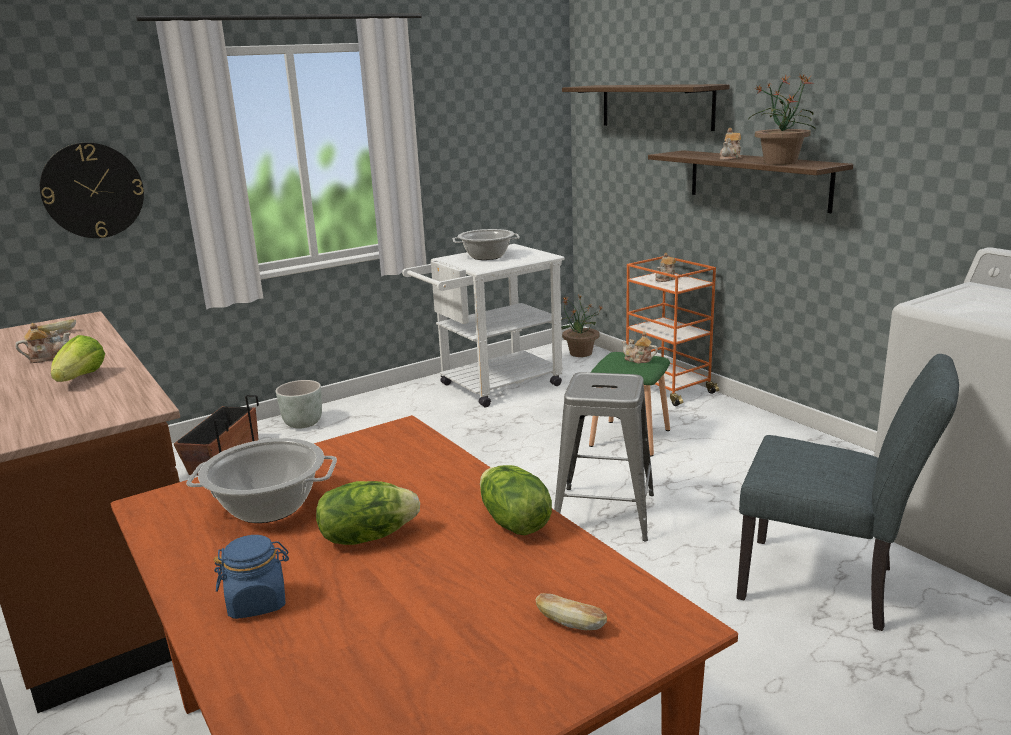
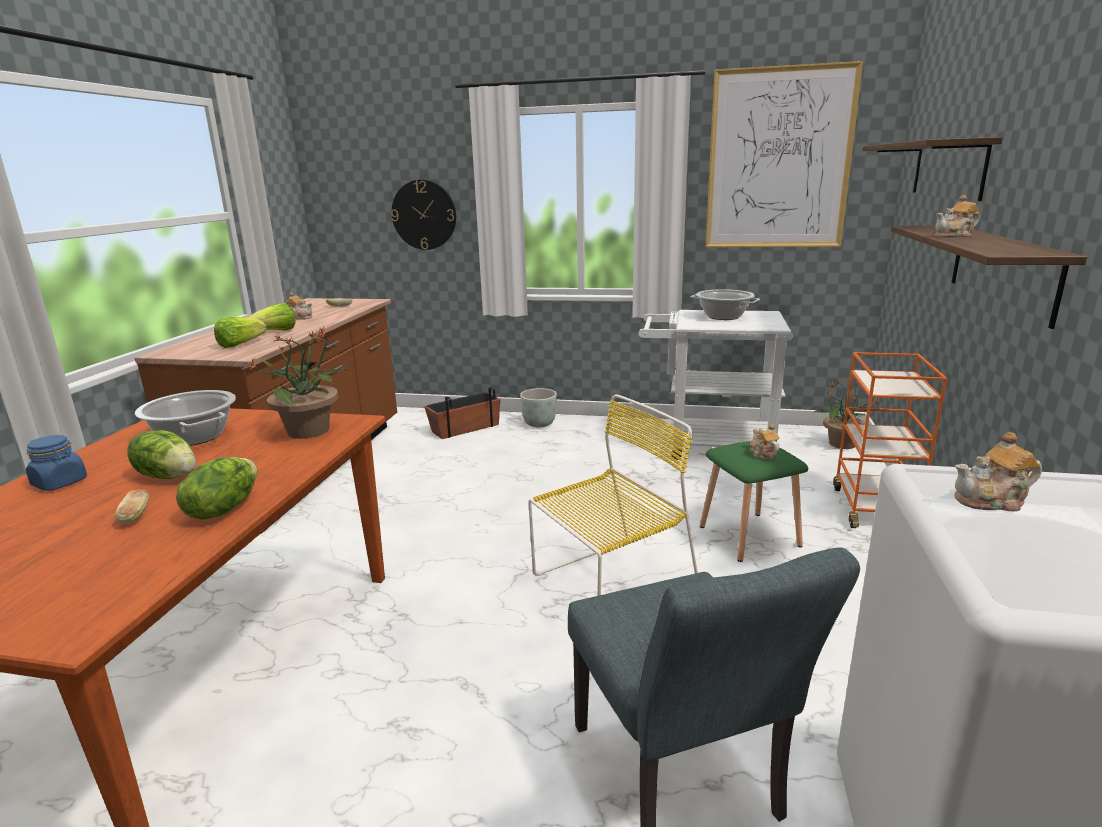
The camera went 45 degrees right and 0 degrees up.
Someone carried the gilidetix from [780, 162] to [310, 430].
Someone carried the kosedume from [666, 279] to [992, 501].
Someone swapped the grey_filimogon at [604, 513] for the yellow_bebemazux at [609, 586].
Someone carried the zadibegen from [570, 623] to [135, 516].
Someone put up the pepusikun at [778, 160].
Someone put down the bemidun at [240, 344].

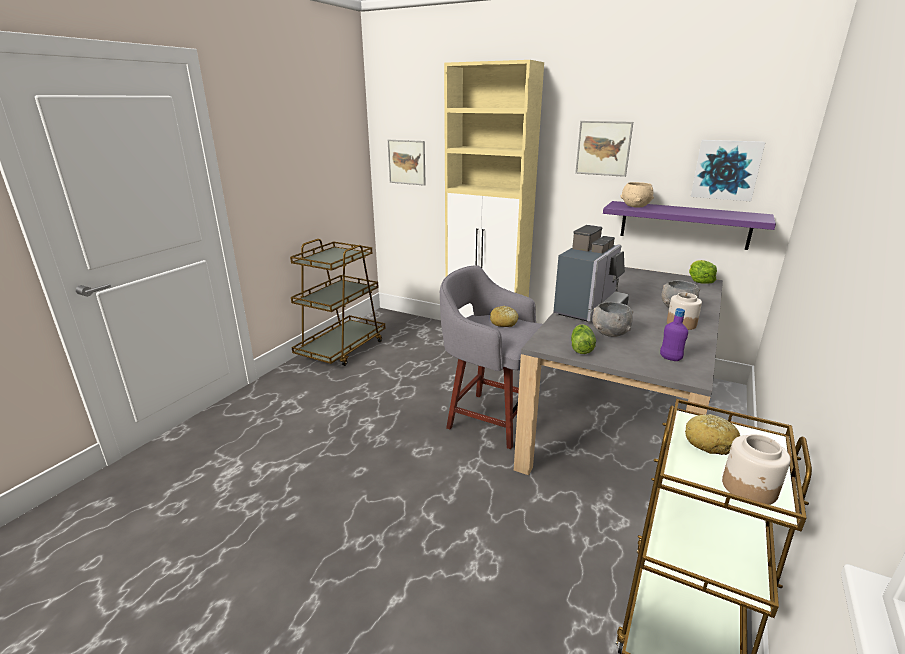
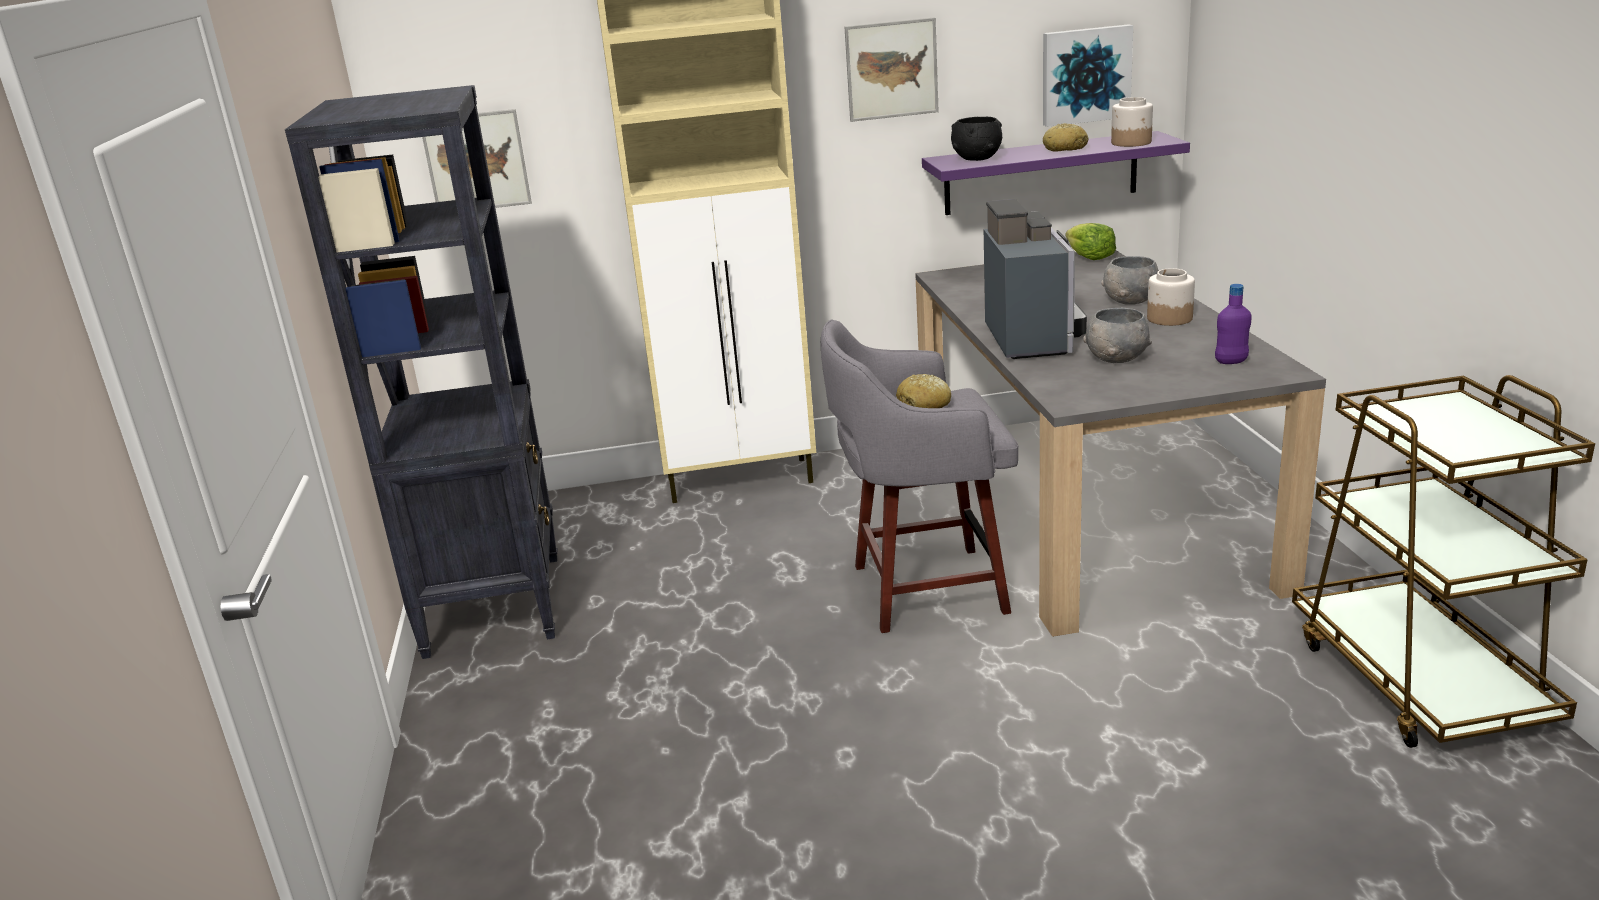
The camera went 35 degrees left and 0 degrees up.
Someone repainted the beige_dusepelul at [635, 206], which became the black_dusepelul at [976, 158].
Someone swapped the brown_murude at [342, 349] for the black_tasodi at [494, 604].
Someone took away the bemidun at [581, 347].
Someone carried the zadibegen from [710, 443] to [1065, 148].
Someone carried the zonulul from [749, 488] to [1131, 143].

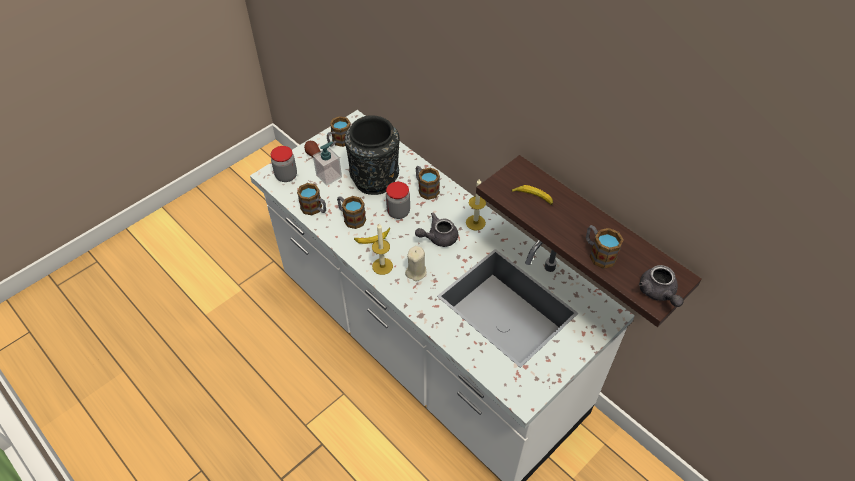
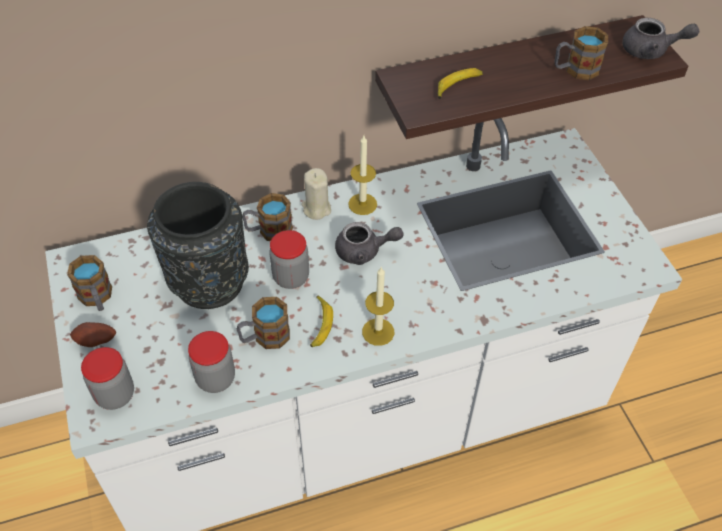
The camera went 65 degrees left and 0 degrees up.
Someone took away the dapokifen at [329, 176].
Someone swapped the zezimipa at [315, 209] for the zonulul at [215, 378].
Someone rotated the grey_kosedume at [438, 237] by 90 degrees counterclockwise.
Someone carried the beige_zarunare from [416, 272] to [316, 208].

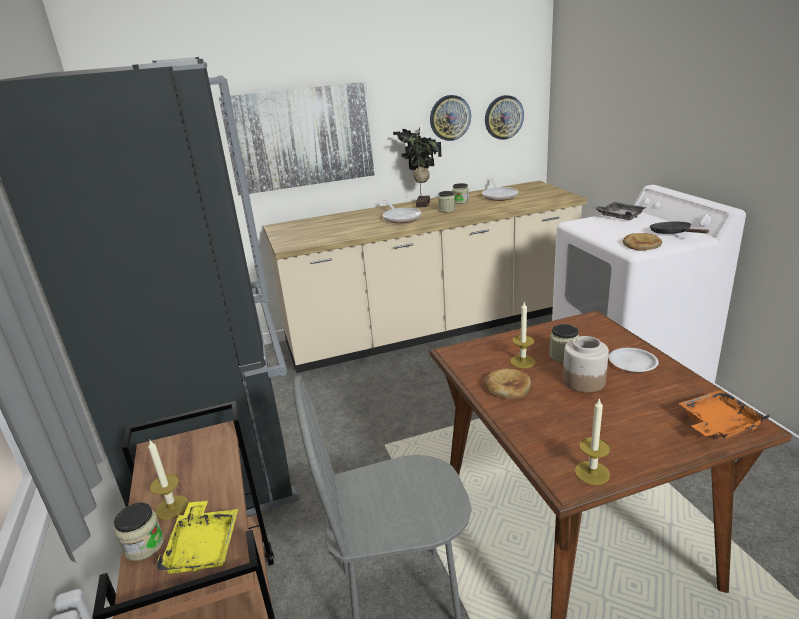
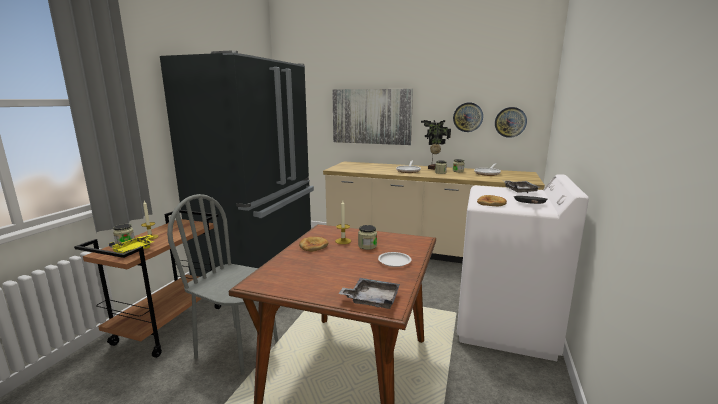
The camera went 35 degrees right and 10 degrees down.
Someone took away the zonulul at [583, 381].
Someone repainted the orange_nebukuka at [717, 424], which became the grey_nebukuka at [372, 299].
Someone took away the zarunare at [592, 473].

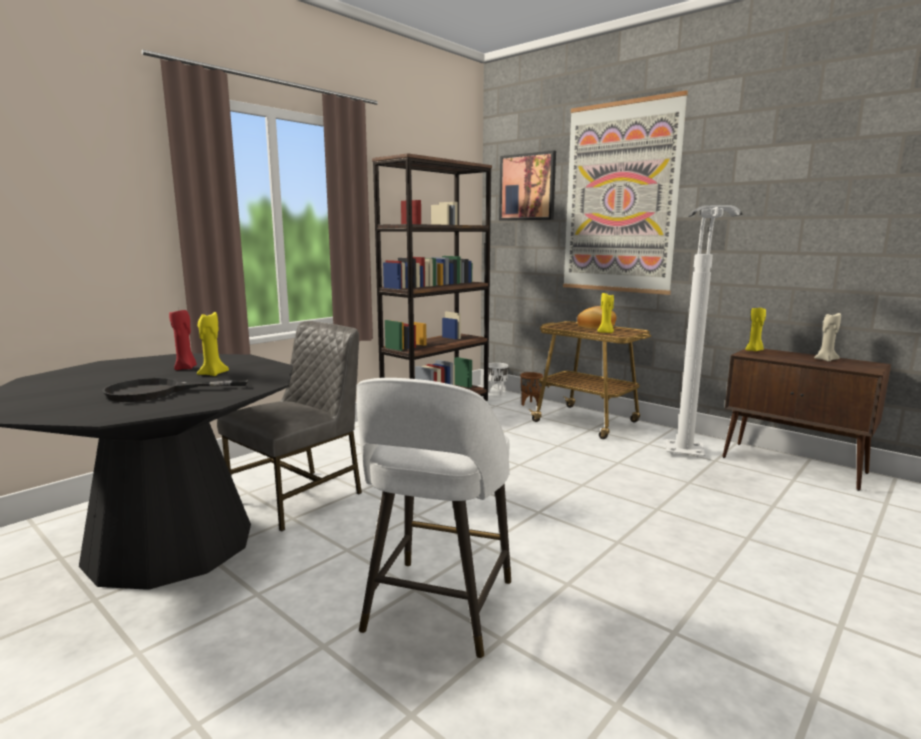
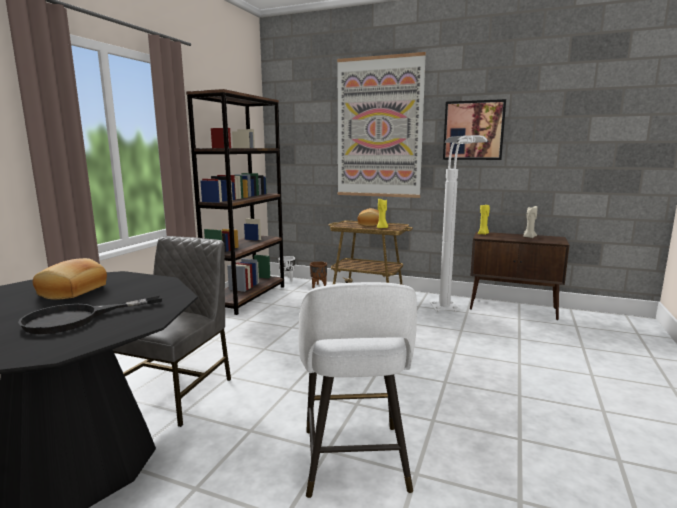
The camera went 20 degrees left and 0 degrees up.
Someone carried the pepusikun from [527, 187] to [473, 130].
Someone swapped the red_zarunare at [186, 368] for the zadibegen at [74, 291].
Someone took away the yellow_zarunare at [212, 374].

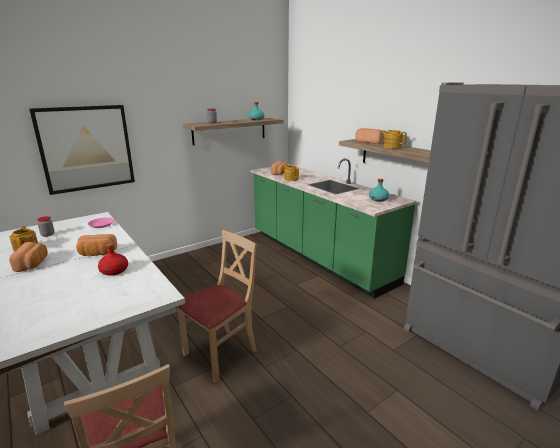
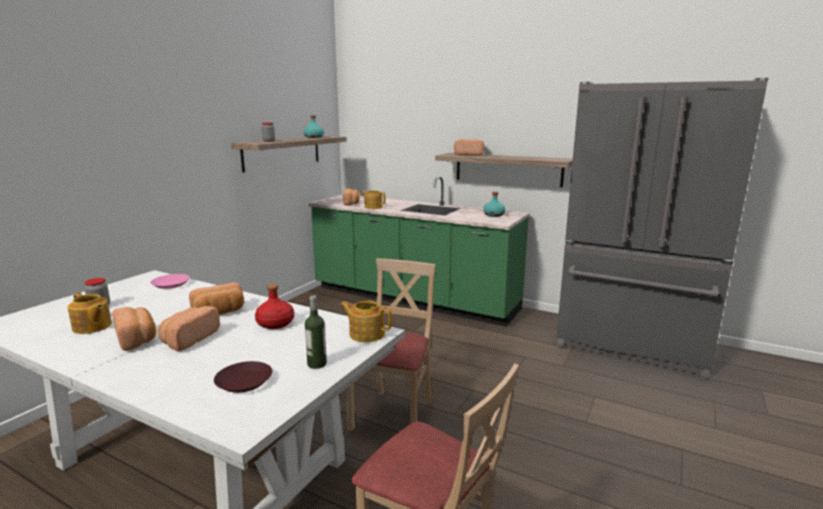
The camera went 25 degrees left and 5 degrees down.
Someone took away the pepusikun at [86, 148].
Someone carried the kosedume from [392, 147] to [366, 334].
Someone put down the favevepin at [317, 364].
Someone put down the zadibegen at [189, 339].
Someone put down the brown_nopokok at [243, 381].

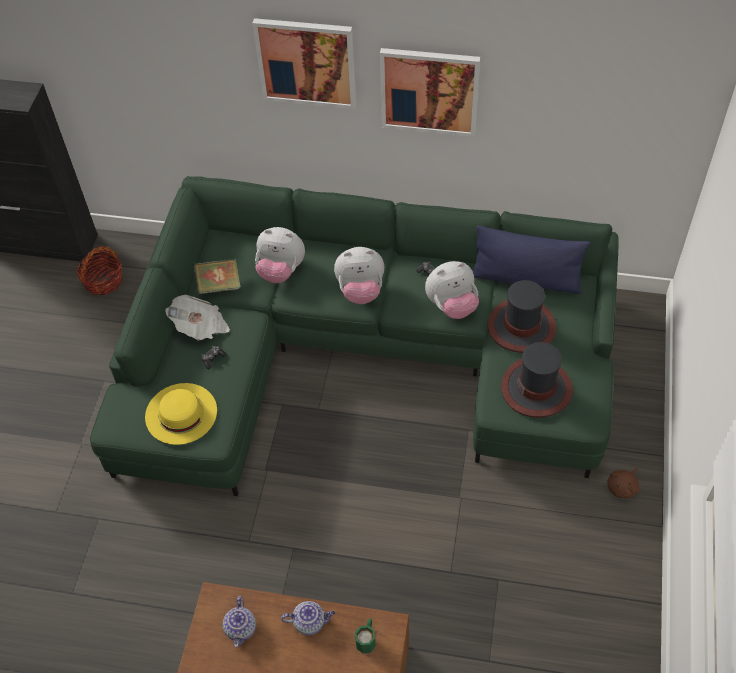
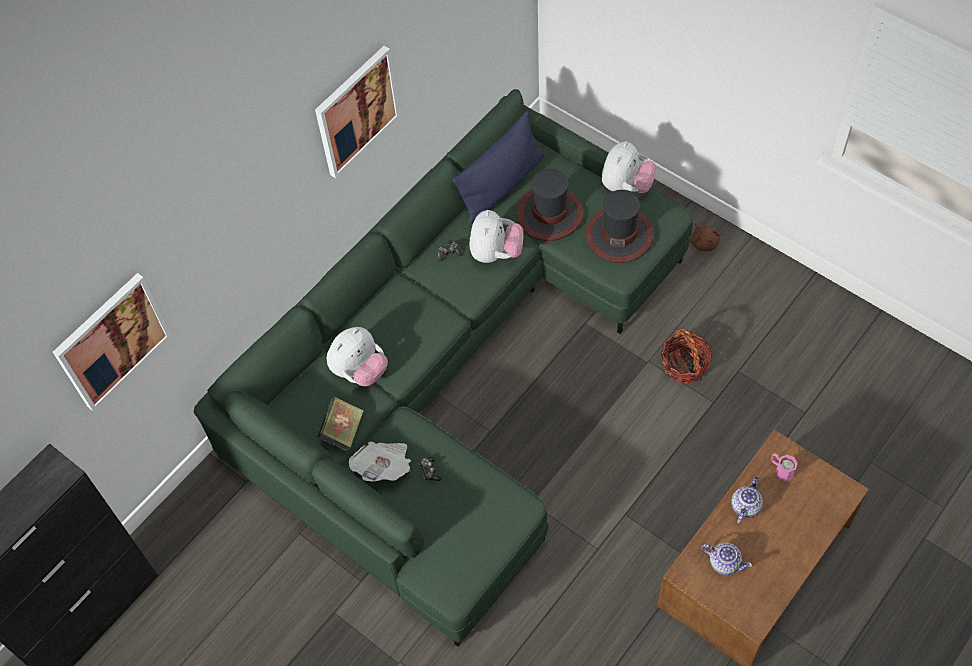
The camera went 60 degrees left and 5 degrees up.
Someone carried the pepusikun from [306, 62] to [112, 341].
Someone carried the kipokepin from [103, 281] to [685, 365].
Someone carried the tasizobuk from [360, 291] to [626, 185].
Someone took away the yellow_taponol at [181, 413].
Someone repainted the green_zezimipa at [367, 639], which became the pink_zezimipa at [781, 469].

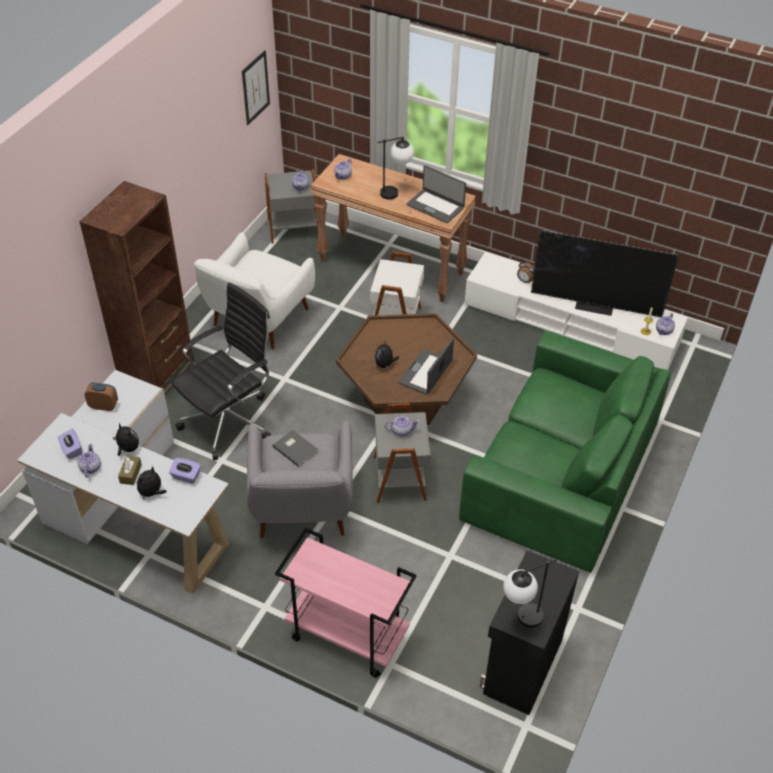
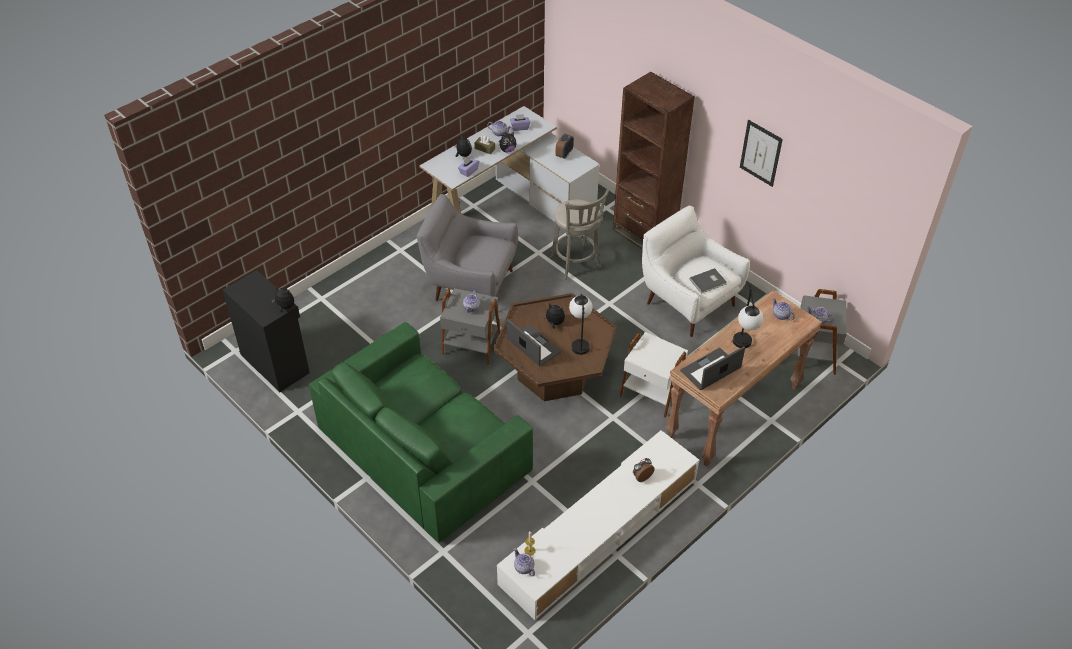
The camera went 110 degrees right and 0 degrees up.
Someone carried the pepusikun from [255, 87] to [760, 153].
Someone took away the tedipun at [595, 305].
Someone swapped the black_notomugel at [230, 420] for the grey_filimogon at [576, 264].
Someone carried the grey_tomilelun from [295, 448] to [708, 282].
Someone took away the pink_murude at [346, 636].
Someone carried the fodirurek from [520, 620] to [579, 342].
Someone put down the tasizobuk at [285, 307].

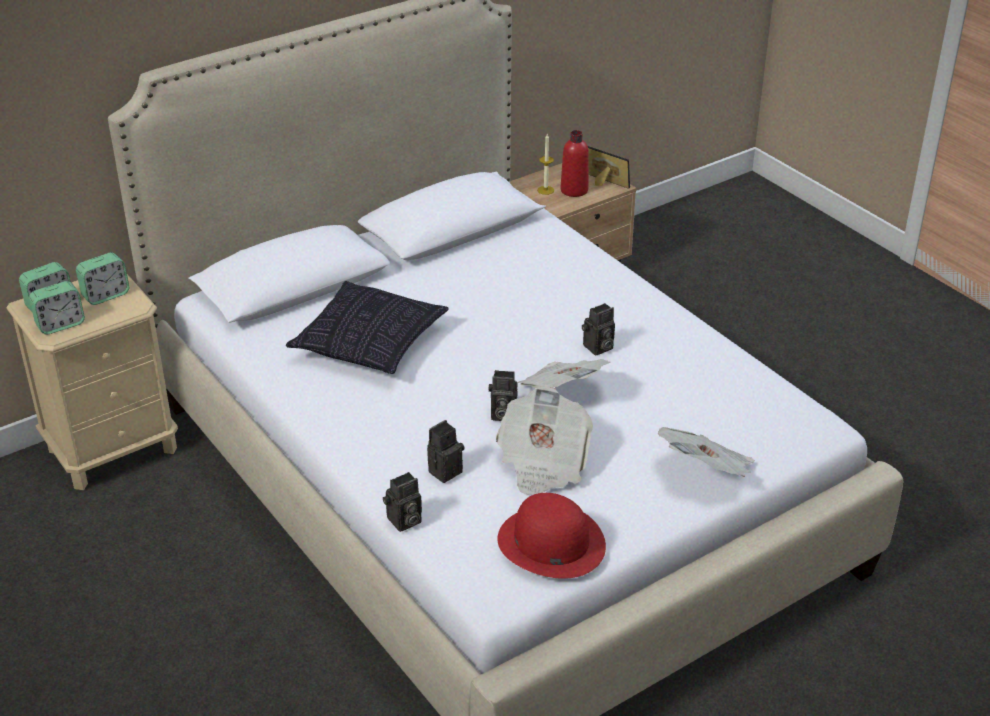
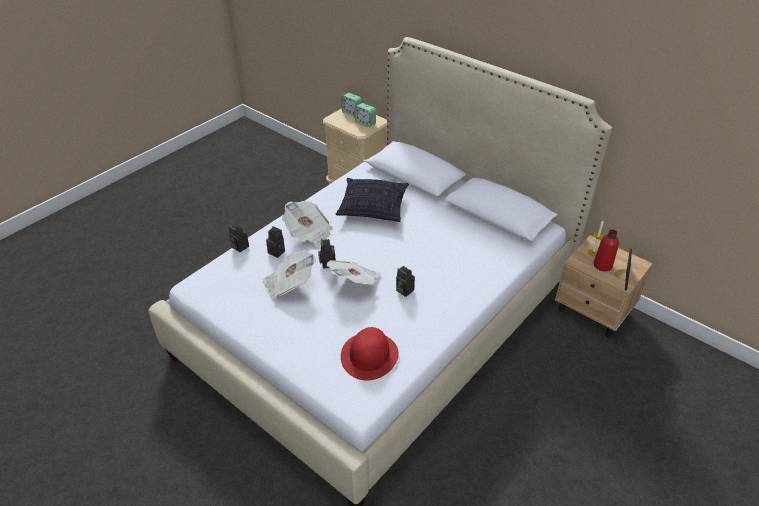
The camera went 75 degrees right and 5 degrees up.
Someone took away the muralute at [60, 324].
Someone carried the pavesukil from [707, 472] to [309, 234].
Someone carried the red_taponol from [550, 542] to [369, 355].

